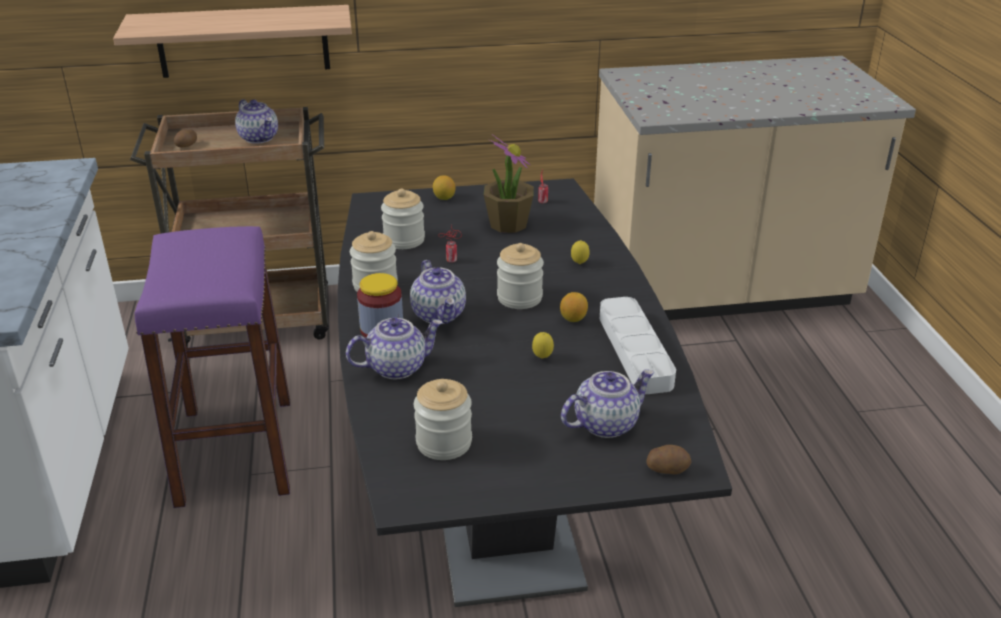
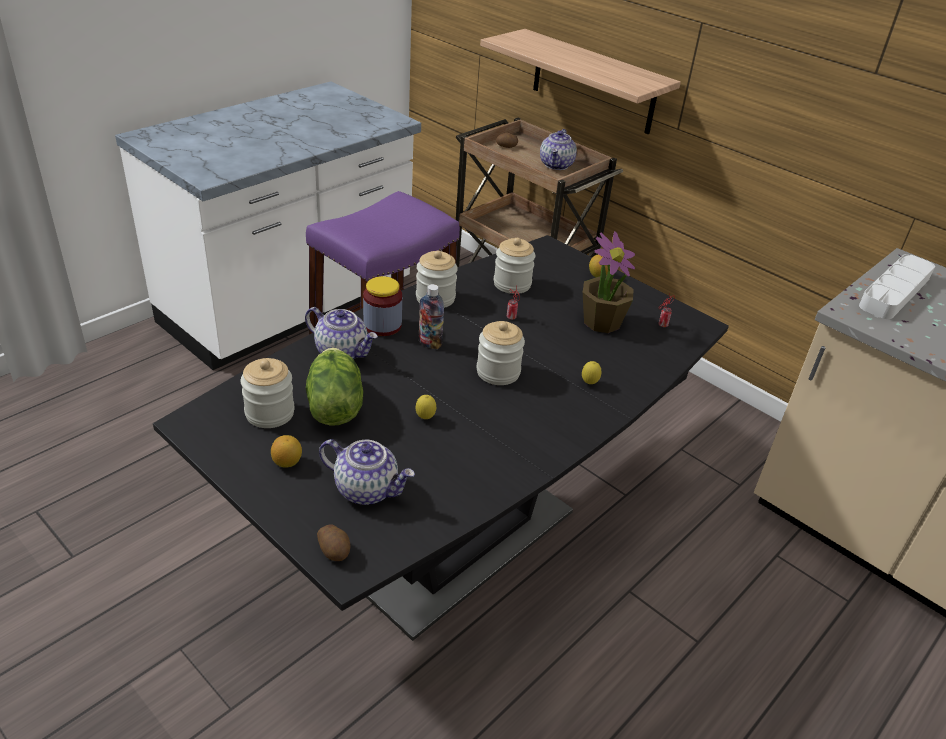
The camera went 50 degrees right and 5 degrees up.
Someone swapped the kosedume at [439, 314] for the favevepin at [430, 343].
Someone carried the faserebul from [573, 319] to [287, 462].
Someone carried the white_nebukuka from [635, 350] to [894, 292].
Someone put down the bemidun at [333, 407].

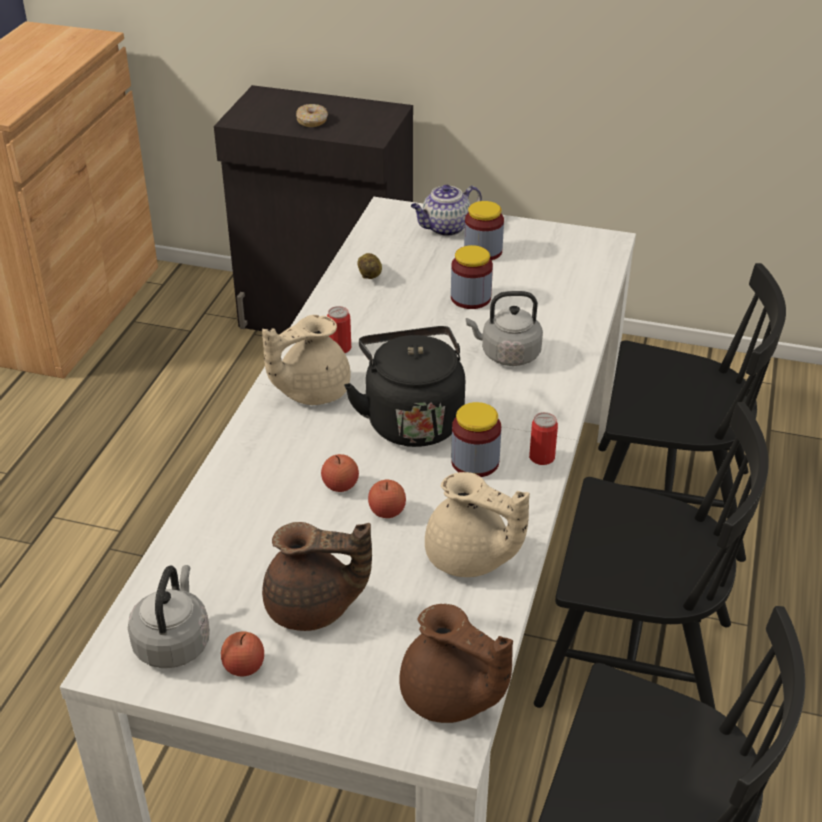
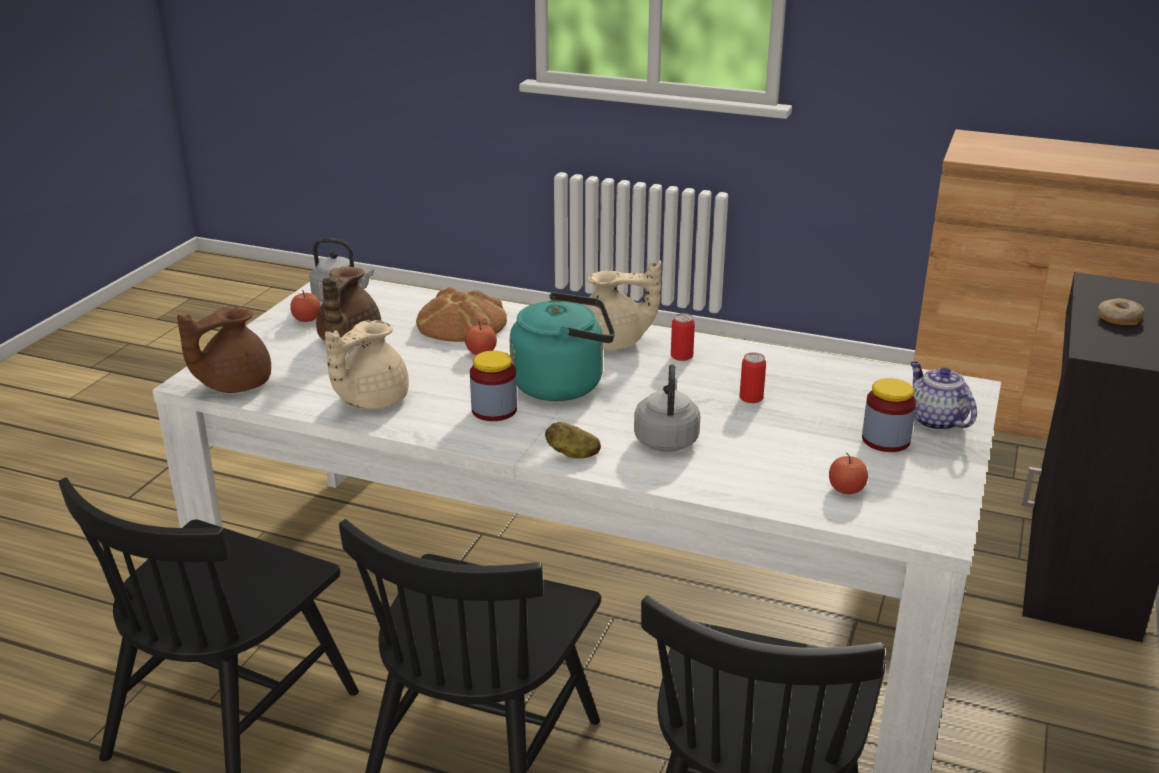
The camera went 95 degrees right and 10 degrees down.
Someone took away the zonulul at [470, 298].
Someone carried the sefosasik from [370, 275] to [572, 454].
Someone rotated the beige_kosedume at [311, 391] by 120 degrees clockwise.
Someone repainted the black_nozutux at [411, 419], which became the turquoise_nozutux at [563, 384].
Someone carried the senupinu from [541, 457] to [751, 398].
Someone carried the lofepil from [387, 511] to [846, 489].
Someone put down the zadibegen at [461, 323].

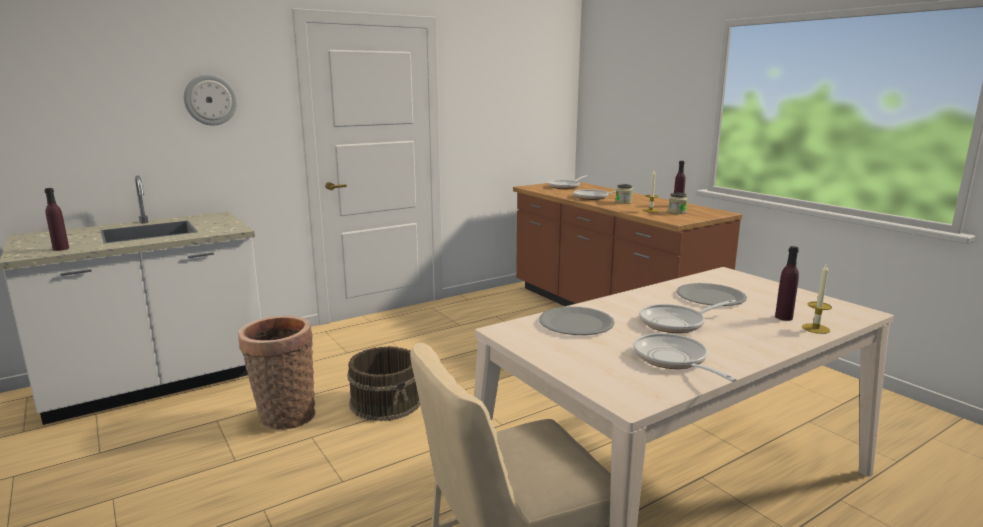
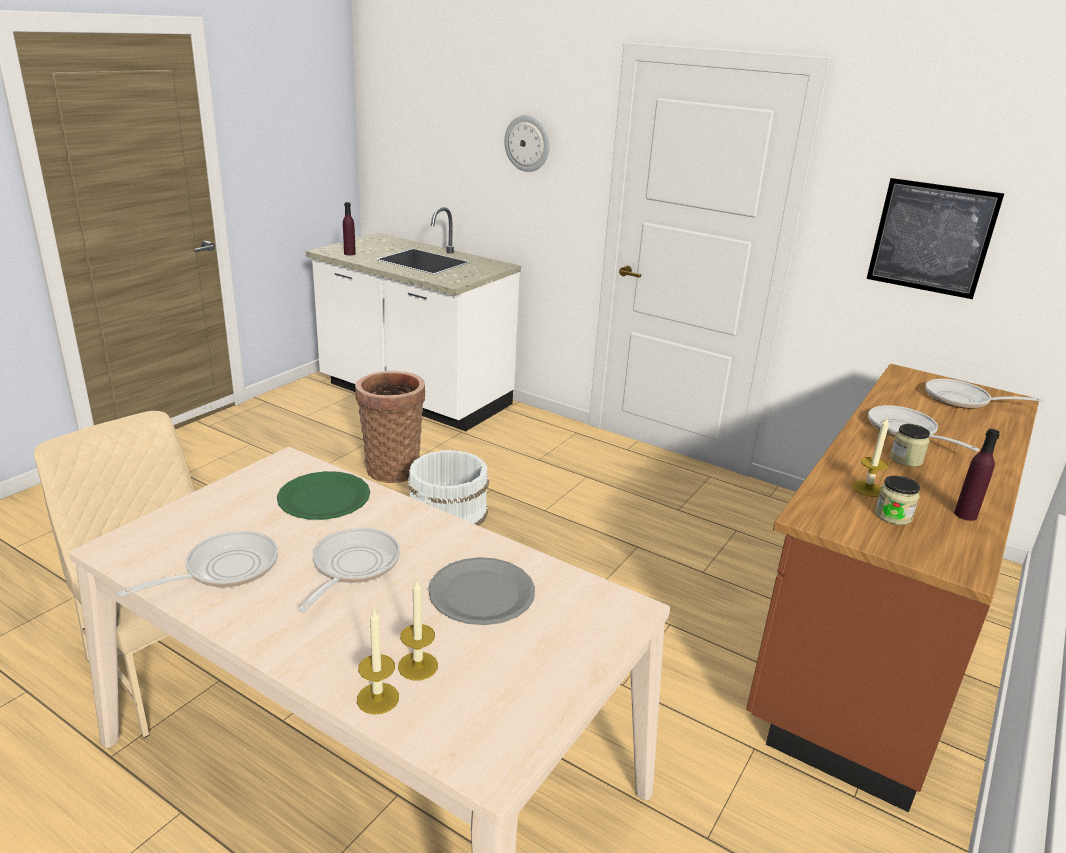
The camera went 65 degrees right and 10 degrees up.
Someone swapped the purple_favevepin at [783, 317] for the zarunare at [418, 666].
Someone rotated the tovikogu at [676, 323] by 60 degrees clockwise.
Someone repainted the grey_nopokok at [576, 323], which became the green_nopokok at [324, 498].
Someone repainted the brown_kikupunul at [386, 402], which became the white_kikupunul at [449, 512].
Someone put up the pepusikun at [931, 238].

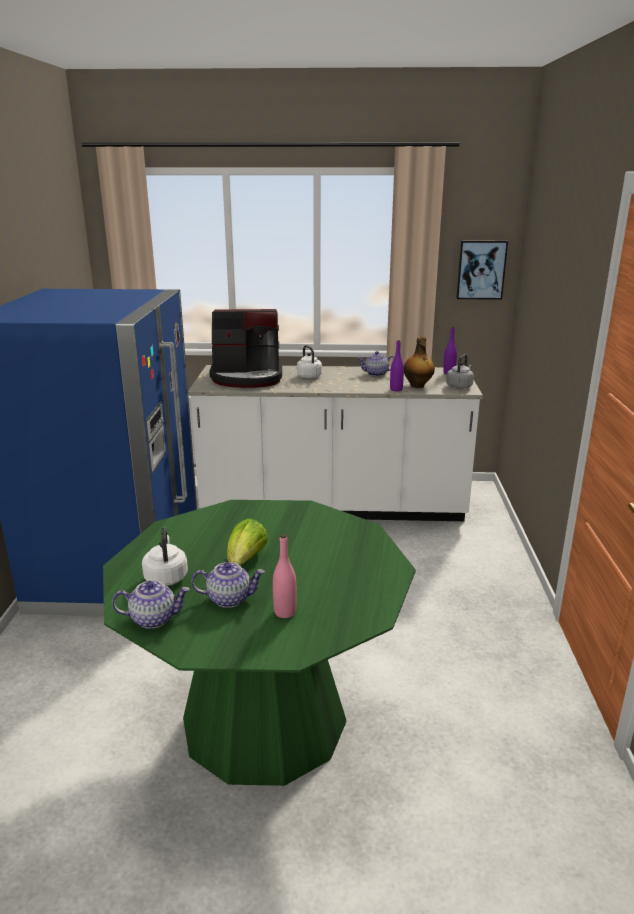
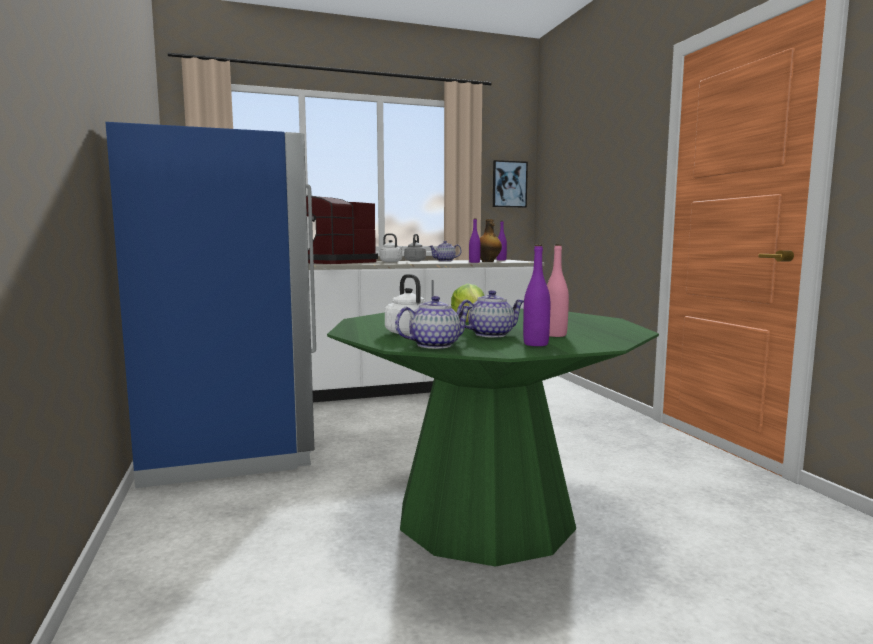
The camera went 20 degrees left and 15 degrees down.
Someone rotated the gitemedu at [247, 377] by 150 degrees clockwise.
Someone carried the grey_nozutux from [460, 386] to [415, 261].
Someone put down the purple_favevepin at [536, 344].

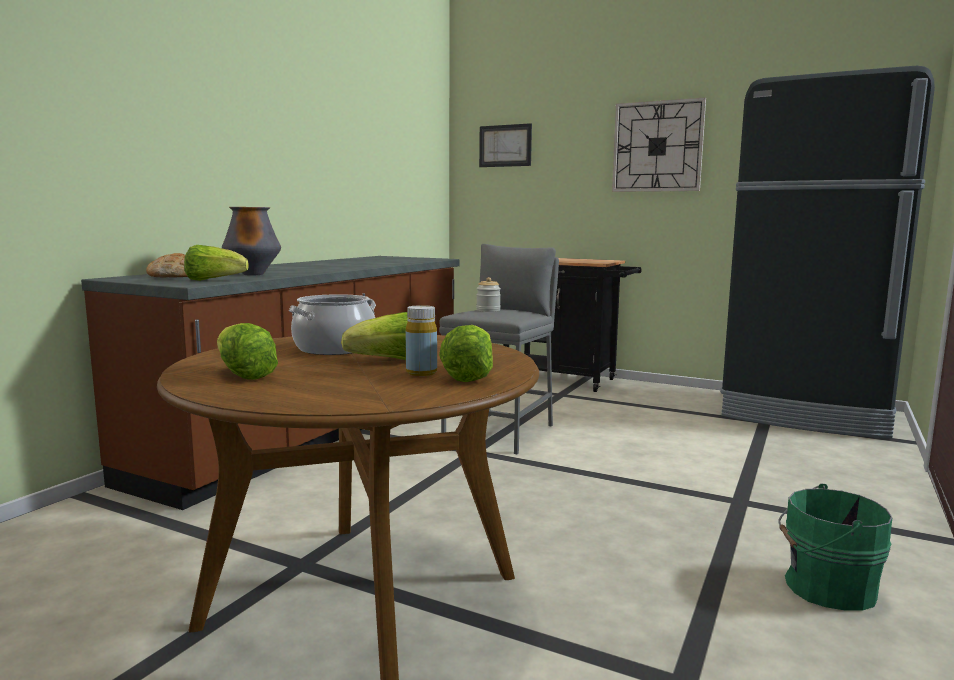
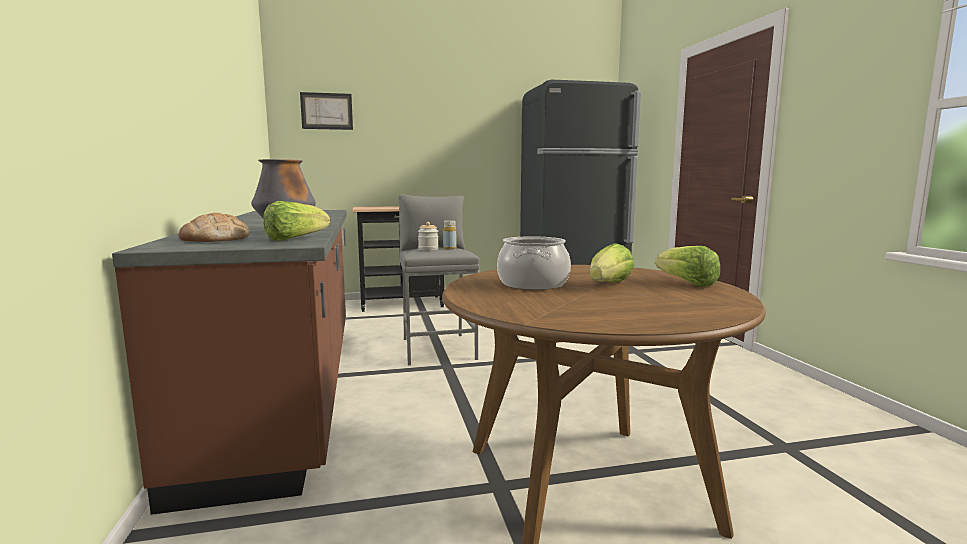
The camera went 40 degrees left and 0 degrees up.
Someone took away the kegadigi at [657, 146].
Someone carried the yellow_favevepin from [421, 373] to [449, 248].
Someone took away the bemidun at [243, 374].
Someone took away the green_kikupunul at [824, 587].

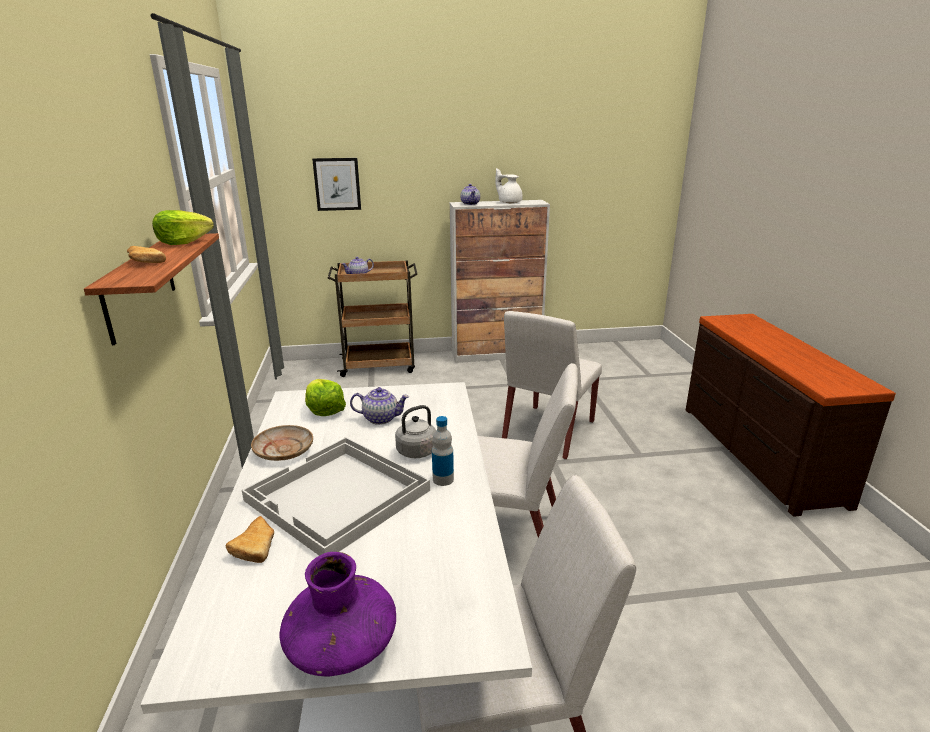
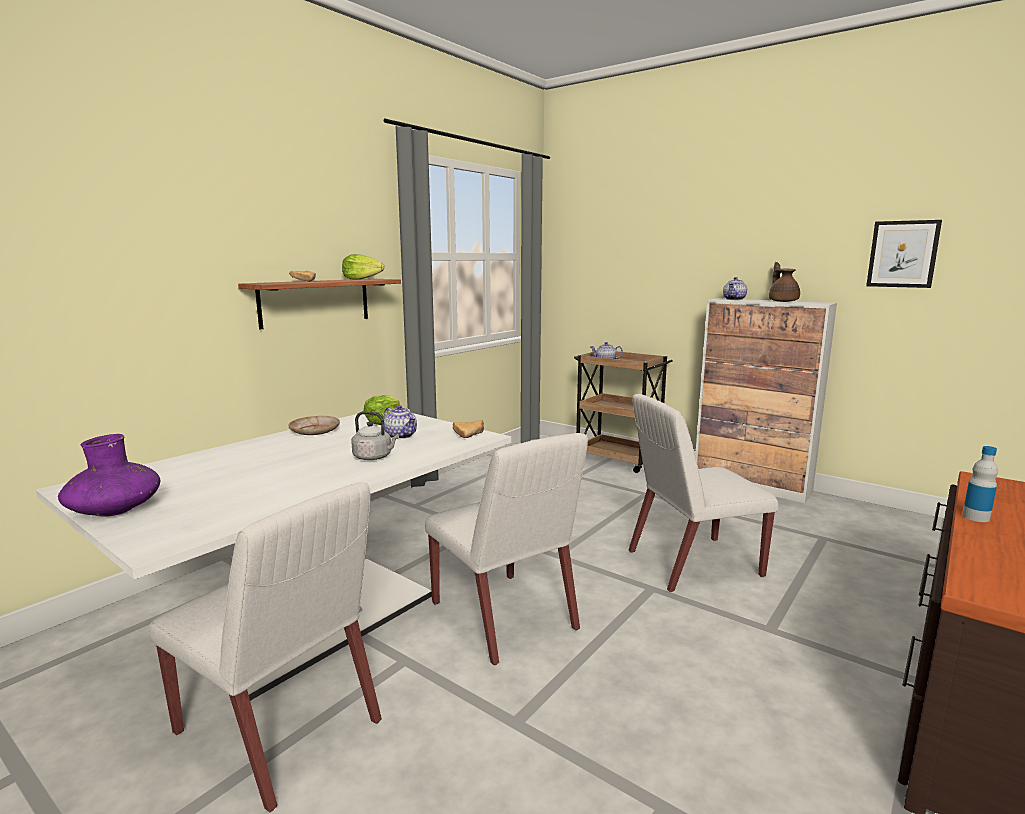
The camera went 45 degrees right and 10 degrees down.
Someone carried the pepusikun from [337, 184] to [902, 254].
Someone repainted the white_kosedume at [509, 202], which became the brown_kosedume at [782, 301].
Someone carried the favevepin from [443, 479] to [975, 517].
Someone took away the white_nebukuka at [337, 496].
Someone carried the zadibegen from [257, 546] to [471, 434].

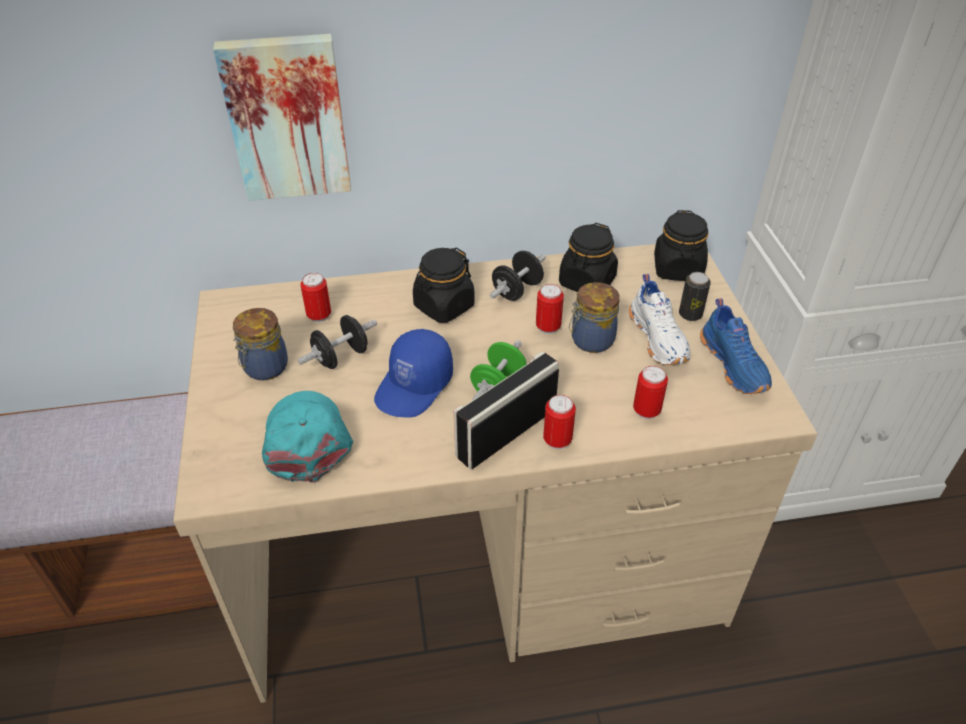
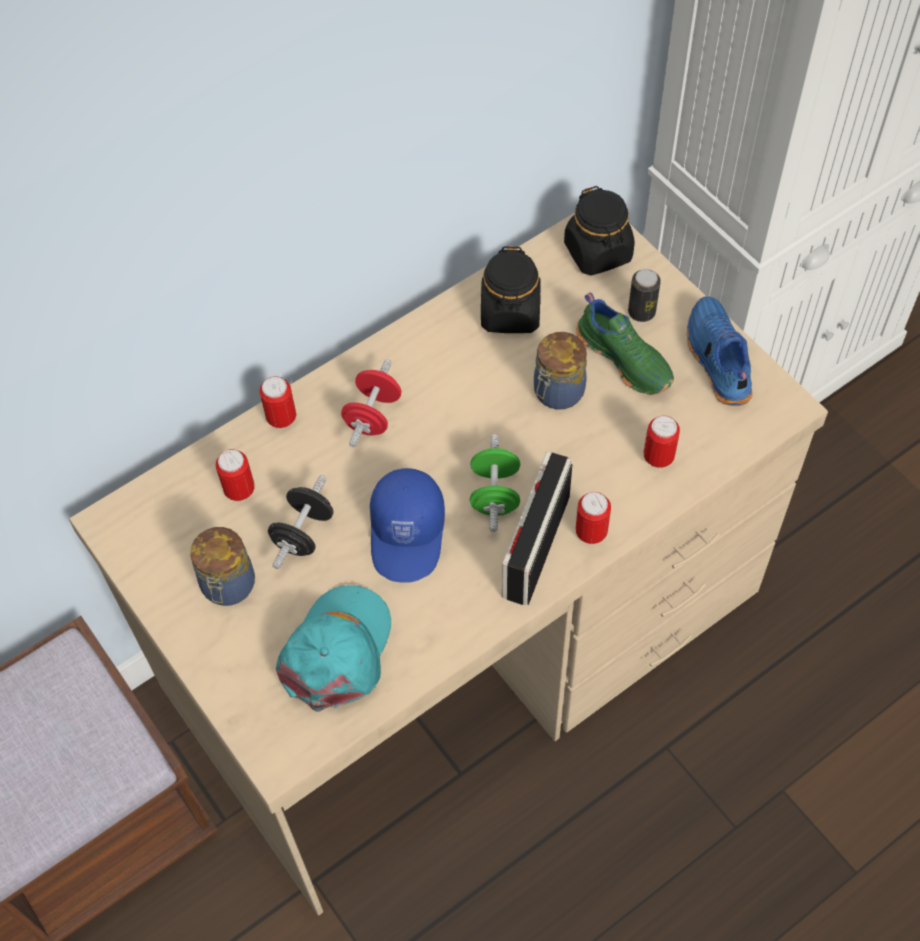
The camera went 25 degrees left and 15 degrees up.
Someone took away the pepusikun at [287, 117].
Someone swapped the black_zonulul at [443, 306] for the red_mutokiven at [373, 415].
Someone took away the black_mutokiven at [517, 290].
Someone repainted the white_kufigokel at [659, 338], which became the green_kufigokel at [626, 358].
Someone carried the senupinu from [548, 327] to [281, 418].
Someone rotated the blue_kufigokel at [735, 364] by 150 degrees counterclockwise.
Someone rotated the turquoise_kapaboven at [306, 440] by 60 degrees clockwise.

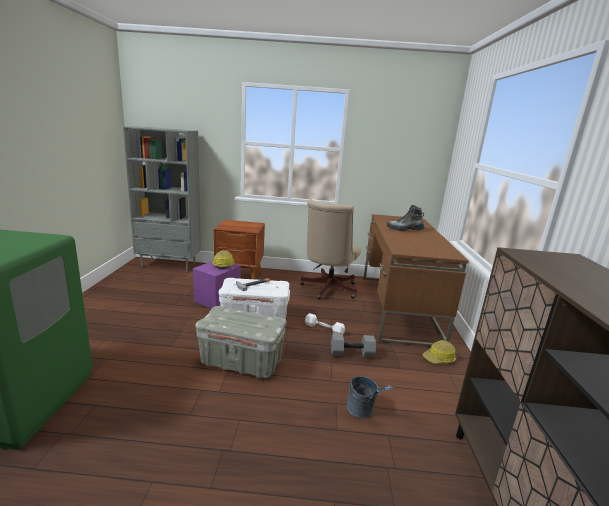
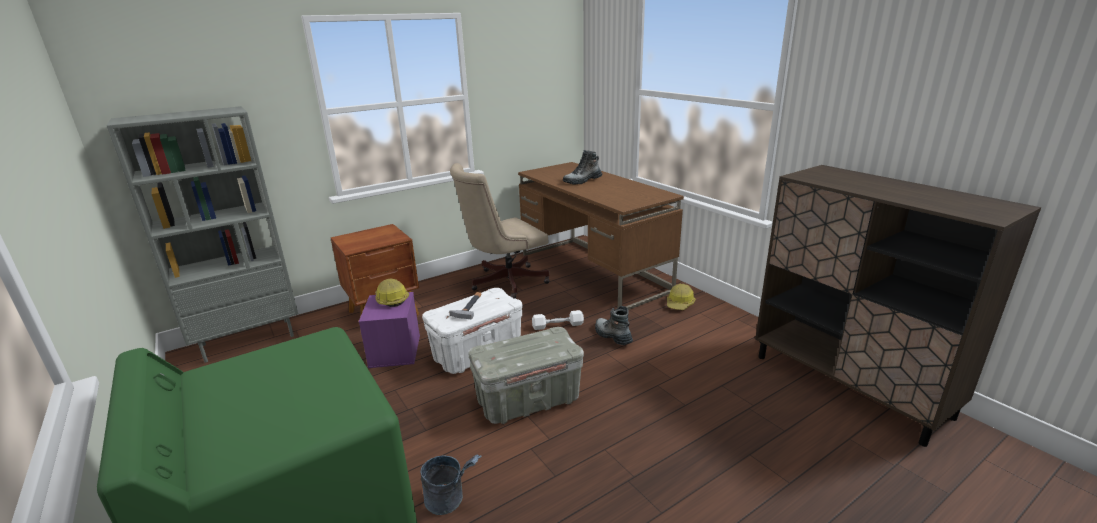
The camera went 35 degrees left and 5 degrees up.
Someone rotated the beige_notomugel at [327, 289] by 75 degrees clockwise.
Someone swapped the grey_mutokiven at [351, 354] for the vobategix at [612, 336].
Someone carried the grey_kikupunul from [363, 411] to [450, 501].

